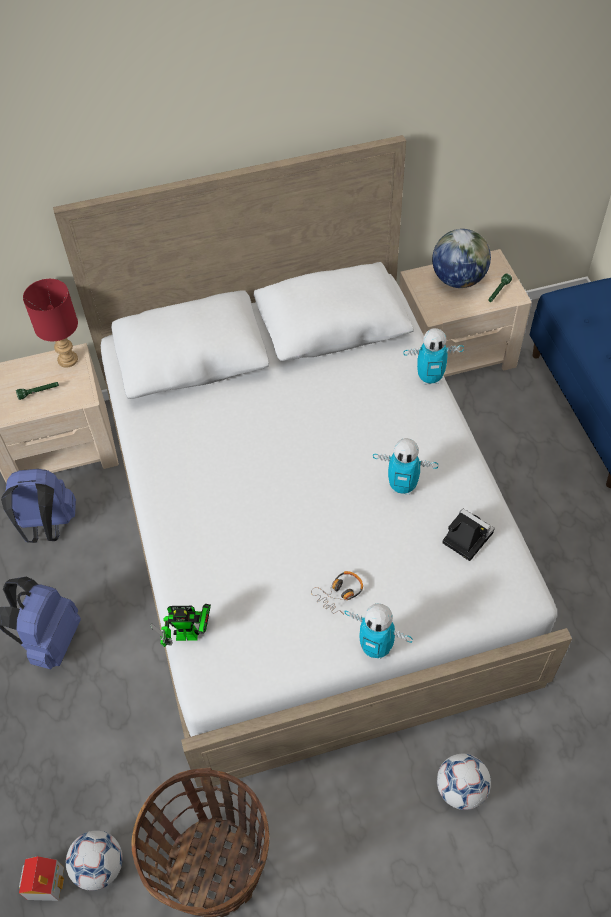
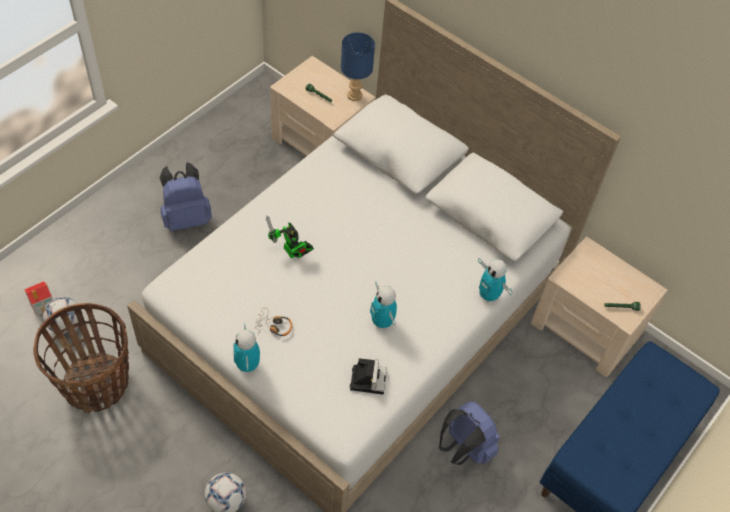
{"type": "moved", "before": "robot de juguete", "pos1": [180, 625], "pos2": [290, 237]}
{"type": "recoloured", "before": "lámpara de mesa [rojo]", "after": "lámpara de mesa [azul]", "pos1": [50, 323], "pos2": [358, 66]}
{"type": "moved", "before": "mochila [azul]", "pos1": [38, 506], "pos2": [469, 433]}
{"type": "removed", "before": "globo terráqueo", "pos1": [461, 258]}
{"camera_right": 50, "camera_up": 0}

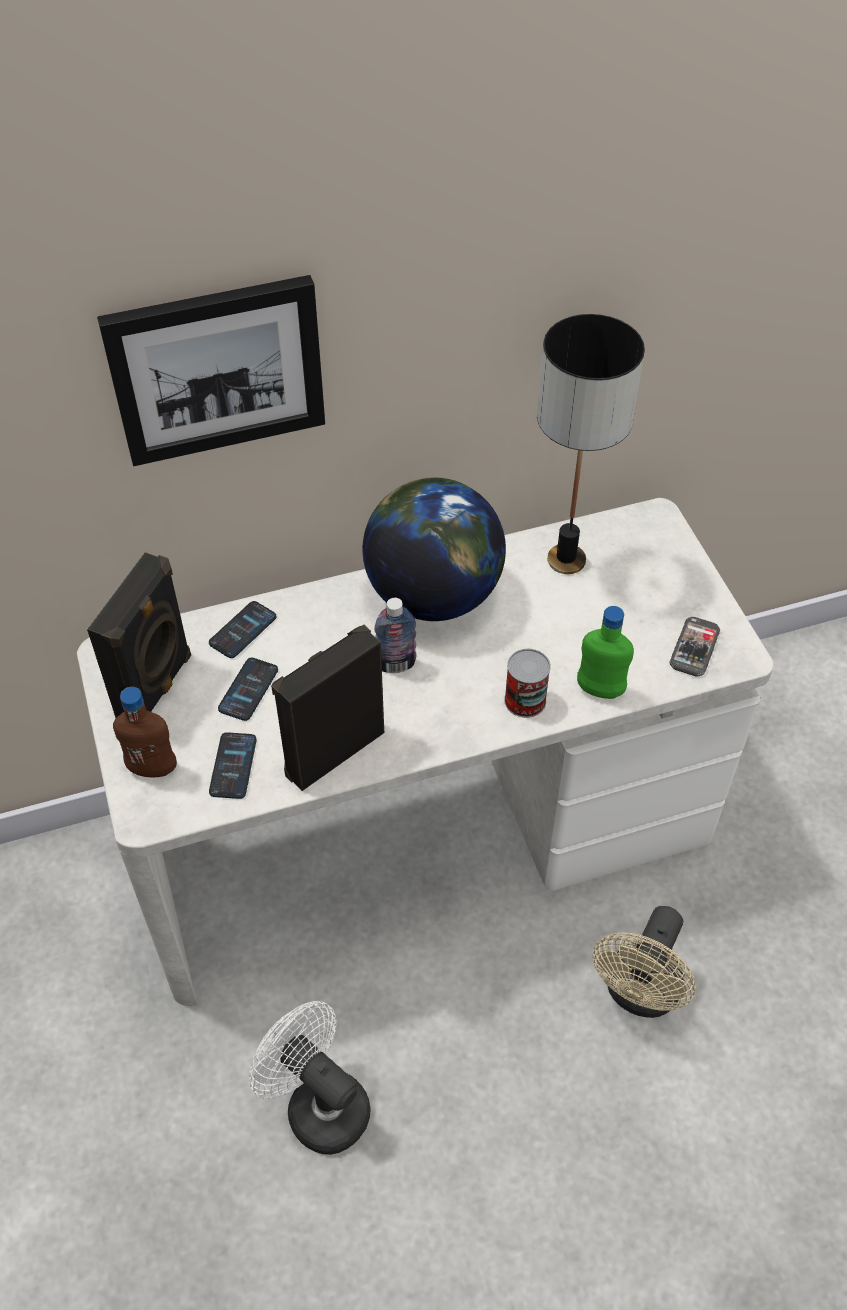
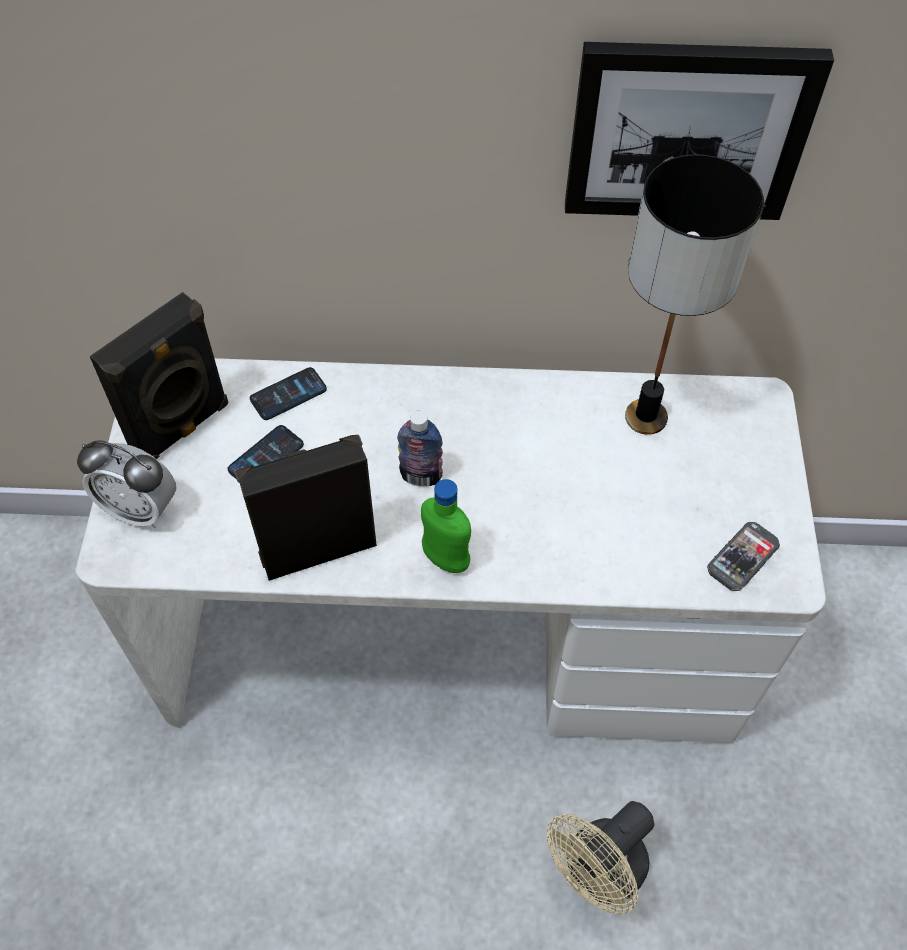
{"type": "replaced", "before": "botella [marrón]", "after": "despertador", "pos1": [145, 732], "pos2": [126, 484]}
{"type": "moved", "before": "botella [verde]", "pos1": [605, 652], "pos2": [446, 526]}
{"type": "moved", "before": "cuadro", "pos1": [211, 370], "pos2": [699, 131]}
{"type": "removed", "before": "móvil", "pos1": [233, 765]}
{"type": "removed", "before": "ventilador [blanco]", "pos1": [310, 1078]}
{"type": "removed", "before": "globo terráqueo", "pos1": [434, 549]}
{"type": "removed", "before": "lata", "pos1": [527, 683]}
{"camera_right": 20, "camera_up": 5}

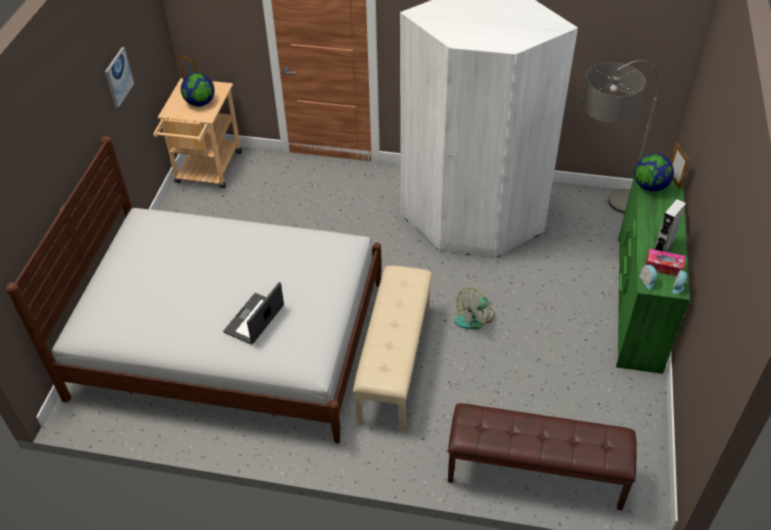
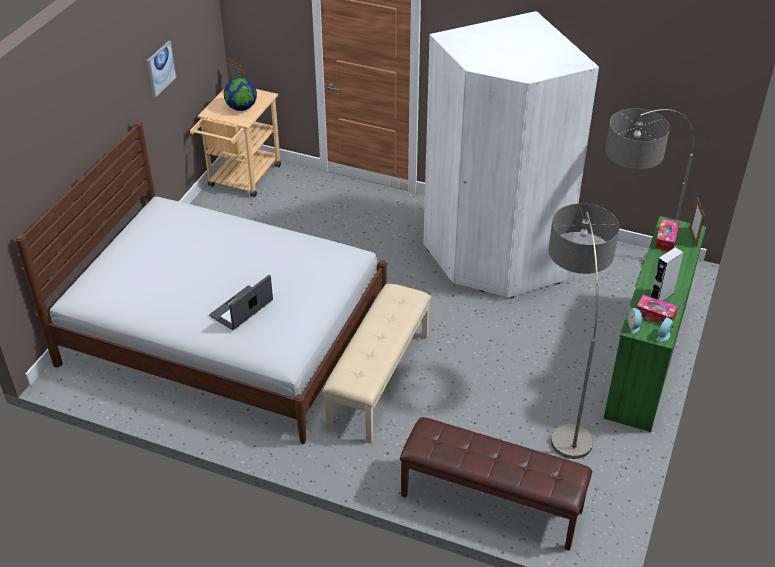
{"type": "added", "after": "lámpara de pie", "pos2": [584, 331]}
{"type": "replaced", "before": "globo terráqueo", "after": "caja de pañuelos", "pos1": [654, 172], "pos2": [667, 235]}
{"type": "removed", "before": "ventilador", "pos1": [474, 308]}
{"camera_right": 10, "camera_up": -5}

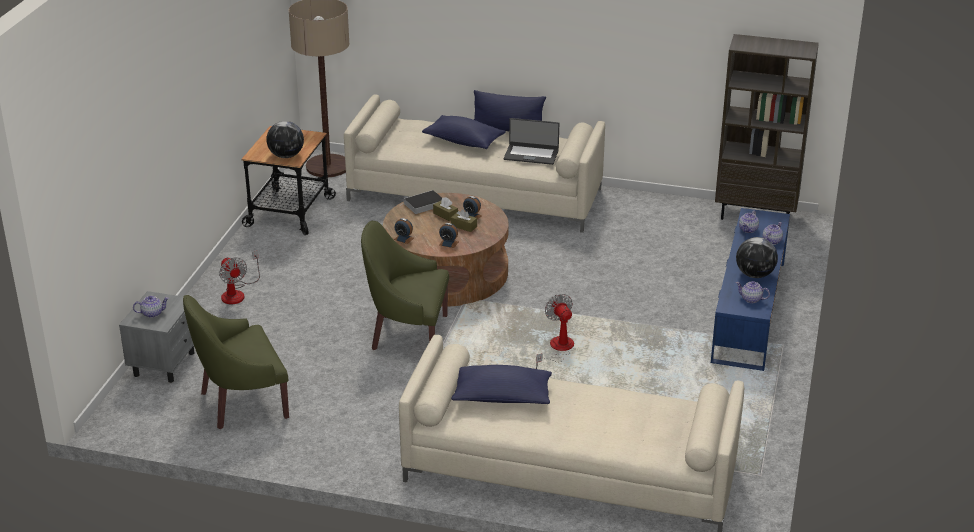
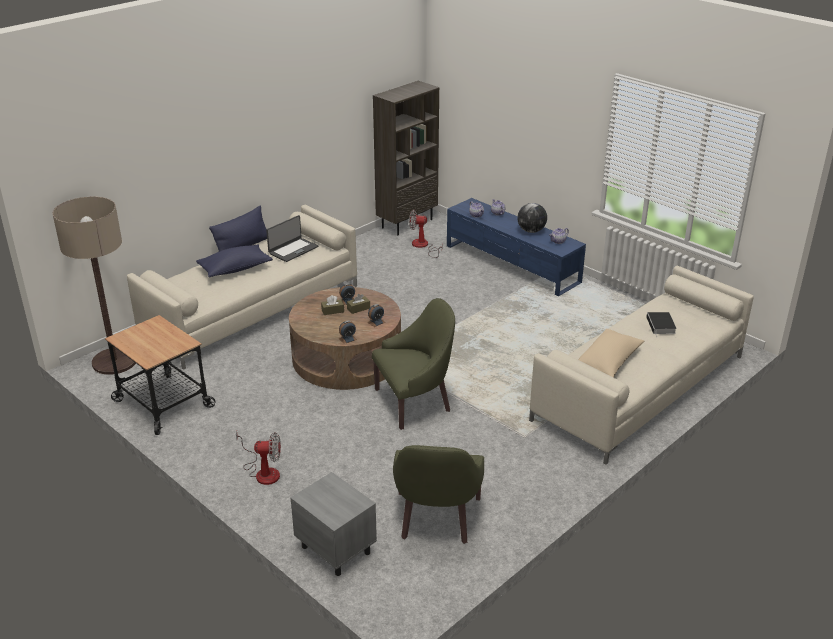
{"type": "turned", "before": "sillón [verde]", "pos1": [405, 285], "pos2": [413, 364], "turn": -150}
{"type": "moved", "before": "ventilador", "pos1": [555, 331], "pos2": [425, 234]}
{"type": "recoloured", "before": "cojín [azul]", "after": "cojín [beis]", "pos1": [501, 384], "pos2": [611, 353]}
{"type": "moved", "before": "libro", "pos1": [421, 202], "pos2": [661, 324]}
{"type": "removed", "before": "tetera", "pos1": [151, 307]}
{"type": "removed", "before": "globo terráqueo", "pos1": [285, 139]}
{"camera_right": -60, "camera_up": 0}

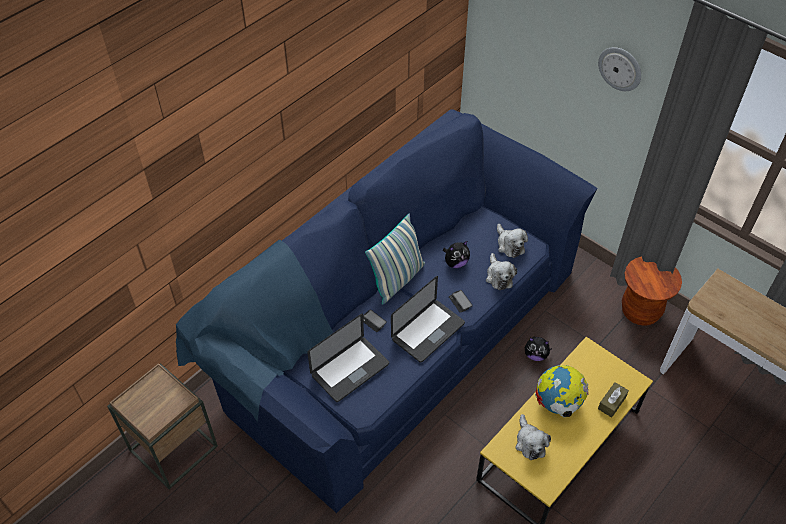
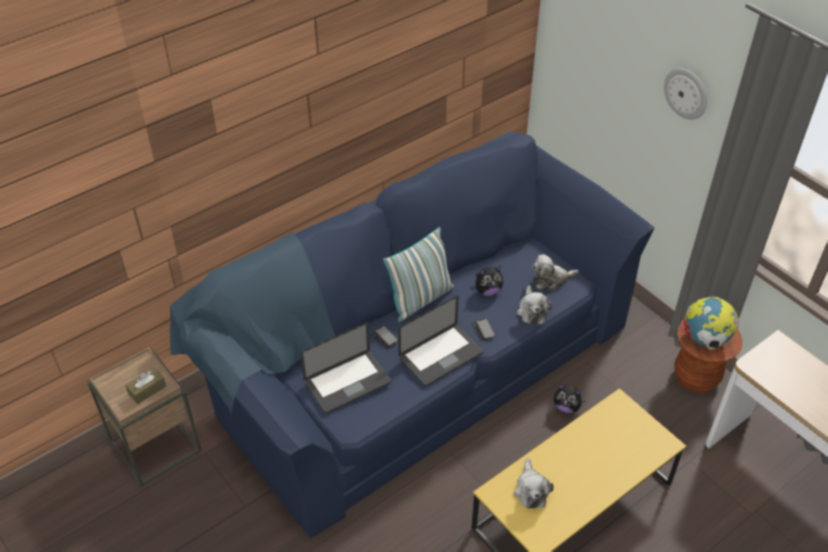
{"type": "moved", "before": "caja de pañuelos [marrón]", "pos1": [613, 400], "pos2": [145, 385]}
{"type": "turned", "before": "peluche", "pos1": [512, 241], "pos2": [555, 272], "turn": 90}
{"type": "moved", "before": "globo terráqueo", "pos1": [562, 391], "pos2": [711, 323]}
{"camera_right": 10, "camera_up": -5}

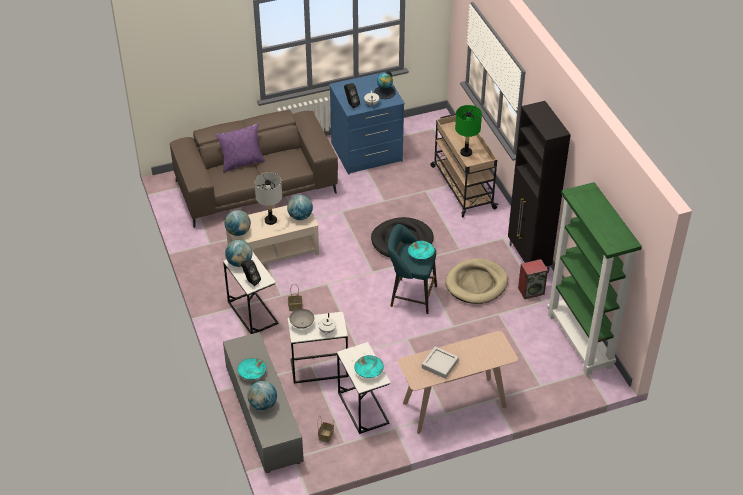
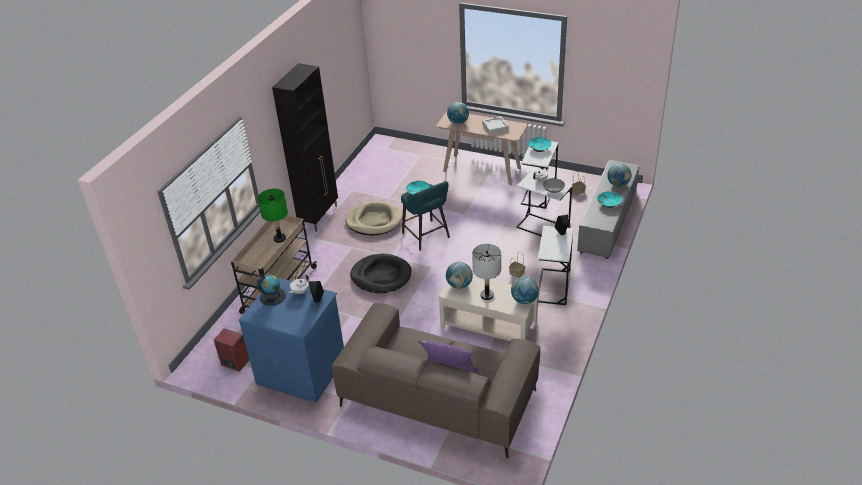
{"type": "moved", "before": "altavoz", "pos1": [533, 279], "pos2": [231, 350]}
{"type": "moved", "before": "globo terráqueo", "pos1": [238, 253], "pos2": [458, 113]}
{"type": "removed", "before": "estantería [verde]", "pos1": [594, 279]}
{"camera_right": -135, "camera_up": -5}

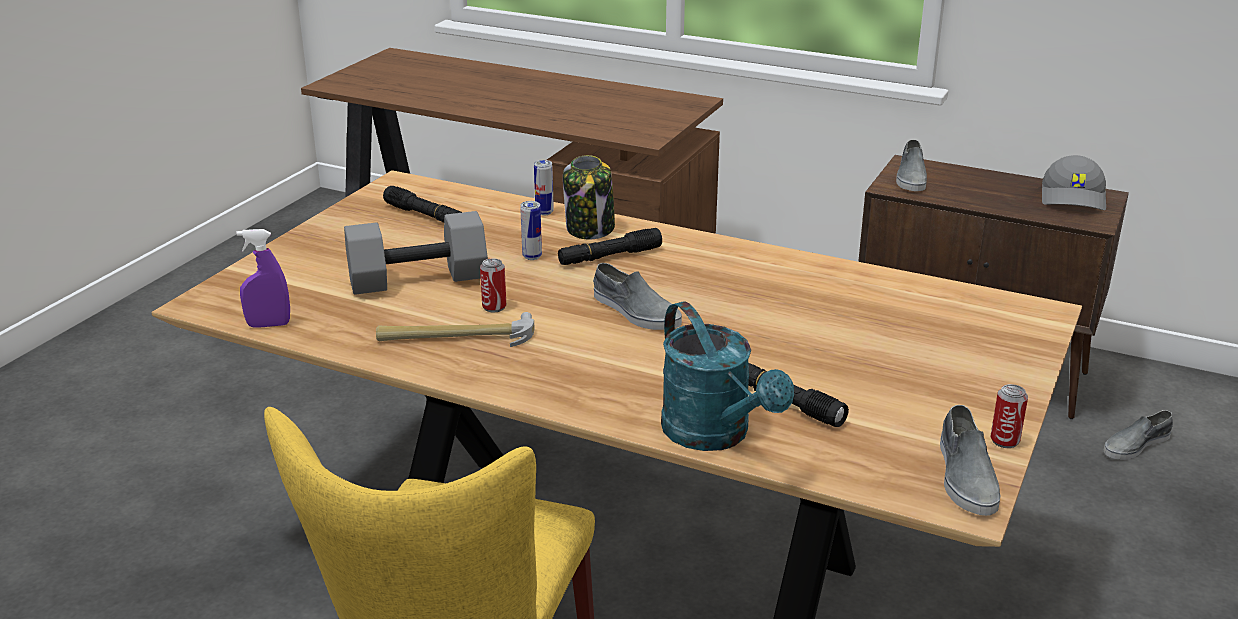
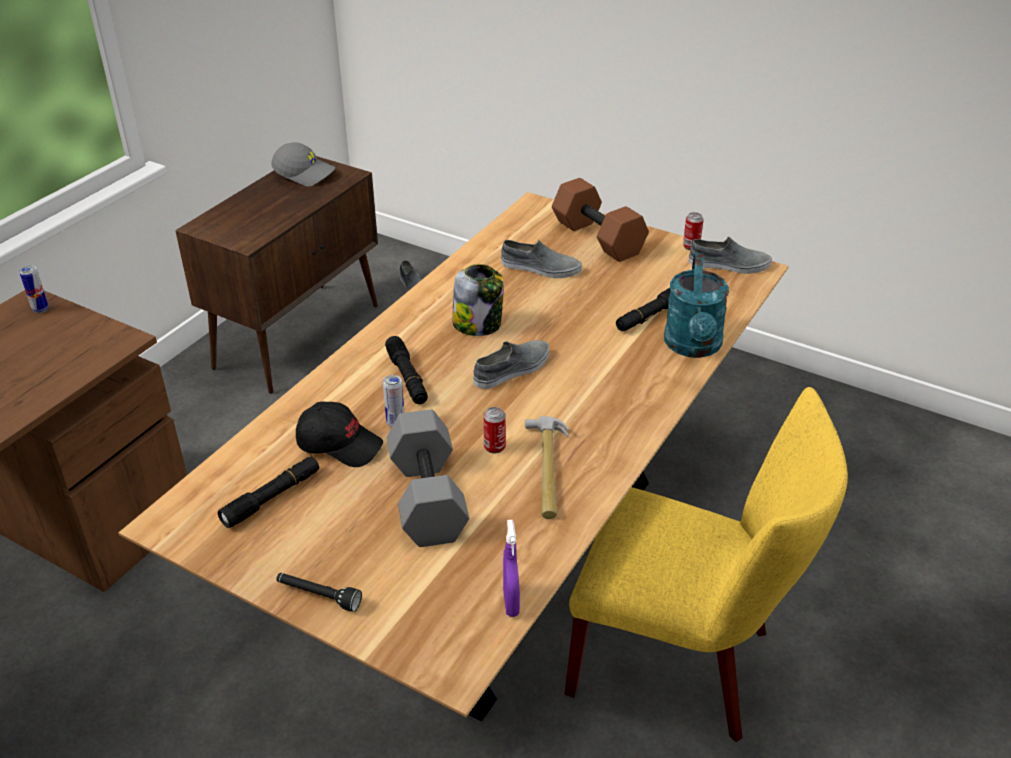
{"type": "moved", "before": "lata", "pos1": [544, 188], "pos2": [34, 289]}
{"type": "added", "after": "linterna [negro]", "pos2": [319, 592]}
{"type": "added", "after": "gorra [negro]", "pos2": [339, 434]}
{"type": "moved", "before": "tarro", "pos1": [589, 197], "pos2": [478, 300]}
{"type": "moved", "before": "zapato [gris]", "pos1": [911, 165], "pos2": [541, 259]}
{"type": "added", "after": "mancuerna [marrón]", "pos2": [600, 220]}
{"type": "turned", "before": "regadera [turquesa]", "pos1": [727, 376], "pos2": [696, 305], "turn": 120}
{"camera_right": -85, "camera_up": 10}

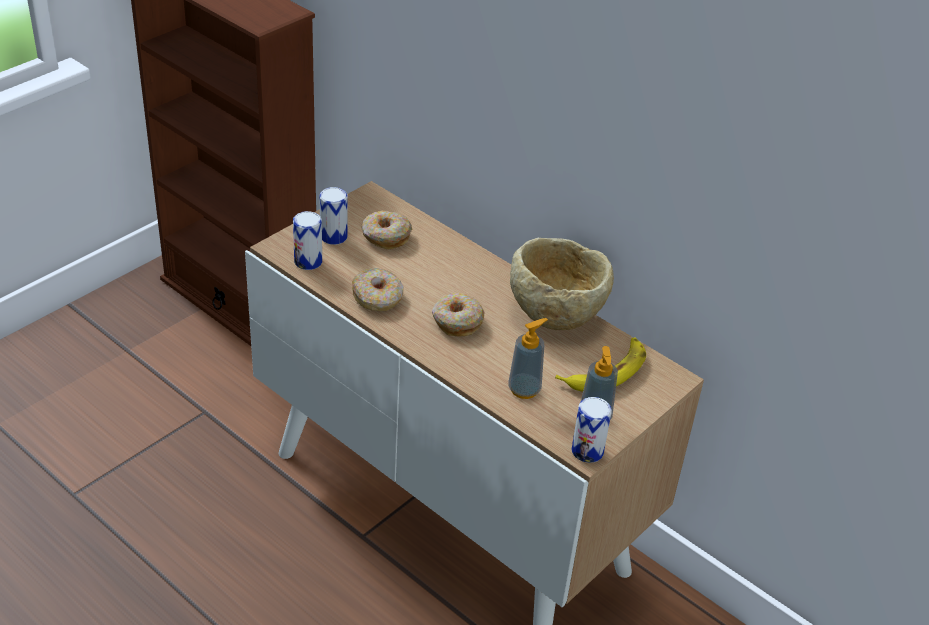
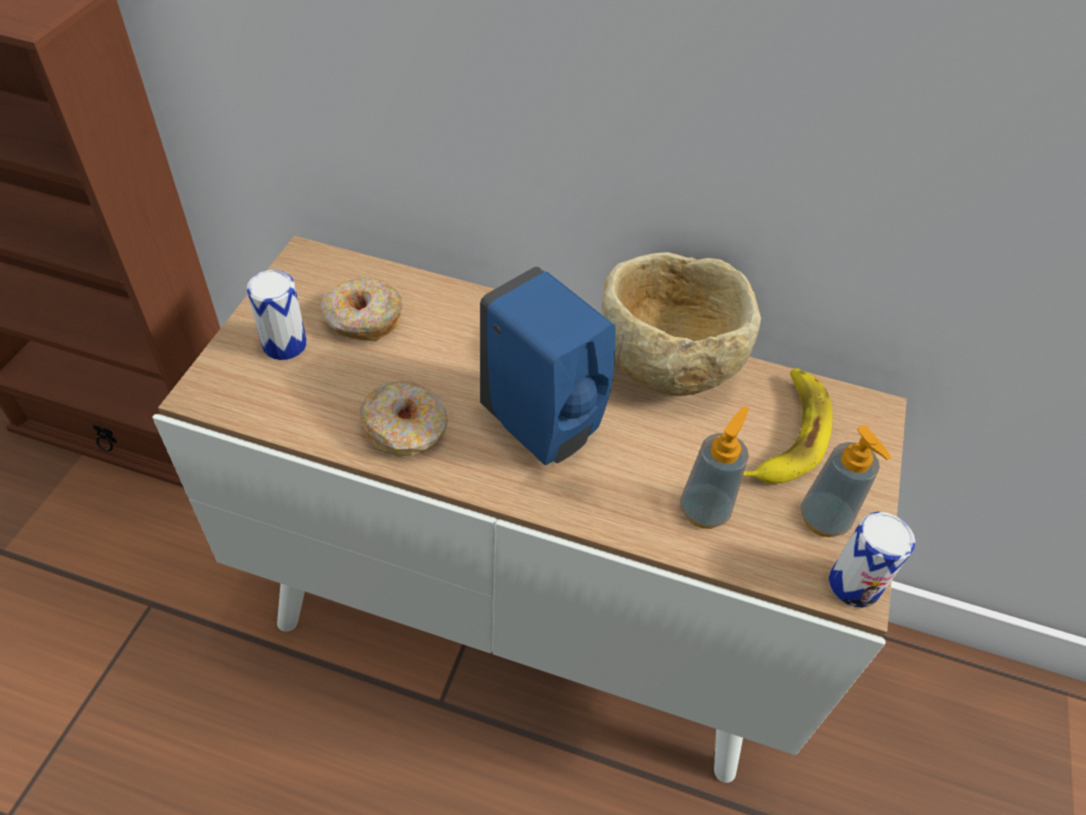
{"type": "replaced", "before": "rosquilla", "after": "dispensador de jabón [azul]", "pos1": [458, 315], "pos2": [548, 365]}
{"type": "removed", "before": "lata", "pos1": [307, 240]}
{"camera_right": -25, "camera_up": 10}

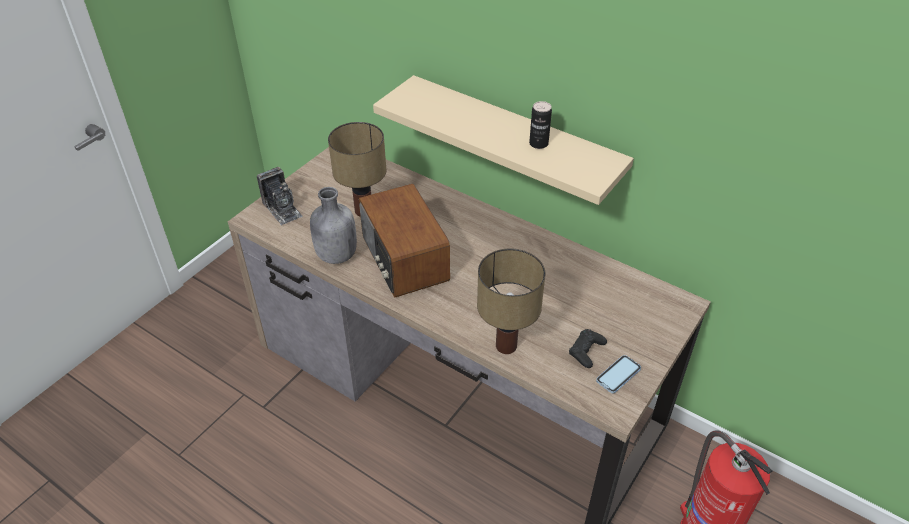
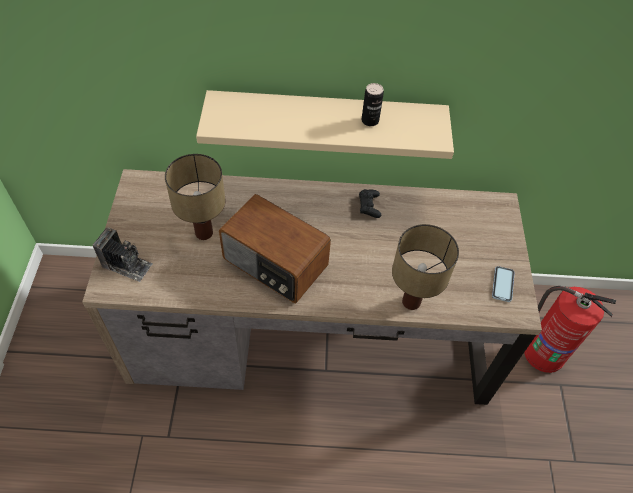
{"type": "moved", "before": "mando de consola [negro]", "pos1": [588, 348], "pos2": [370, 203]}
{"type": "removed", "before": "botella [gris]", "pos1": [333, 225]}
{"camera_right": -35, "camera_up": 10}

